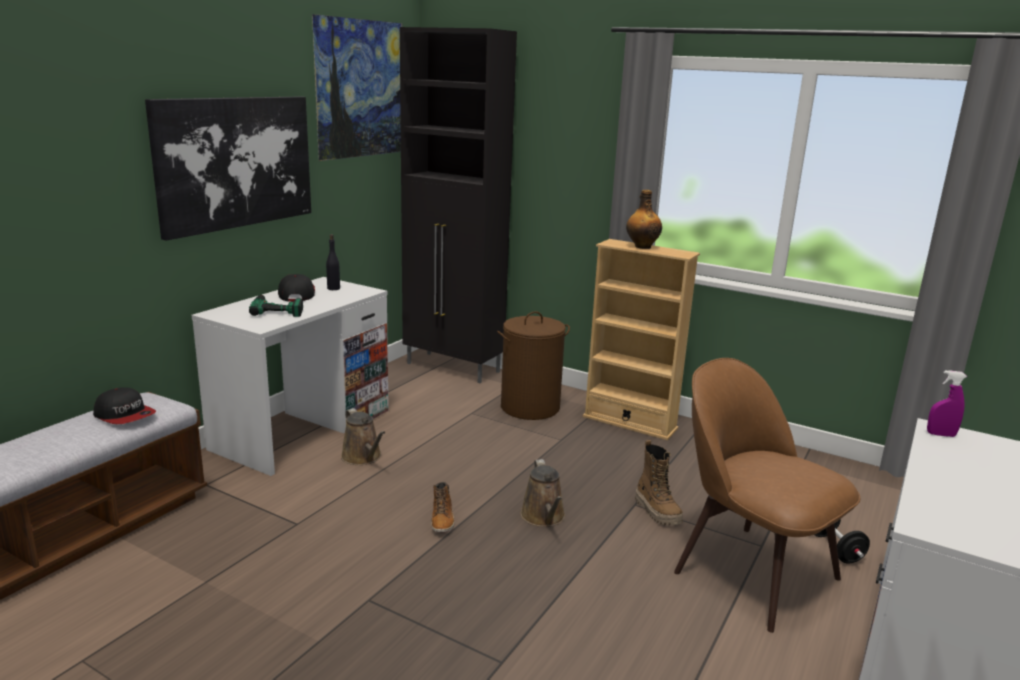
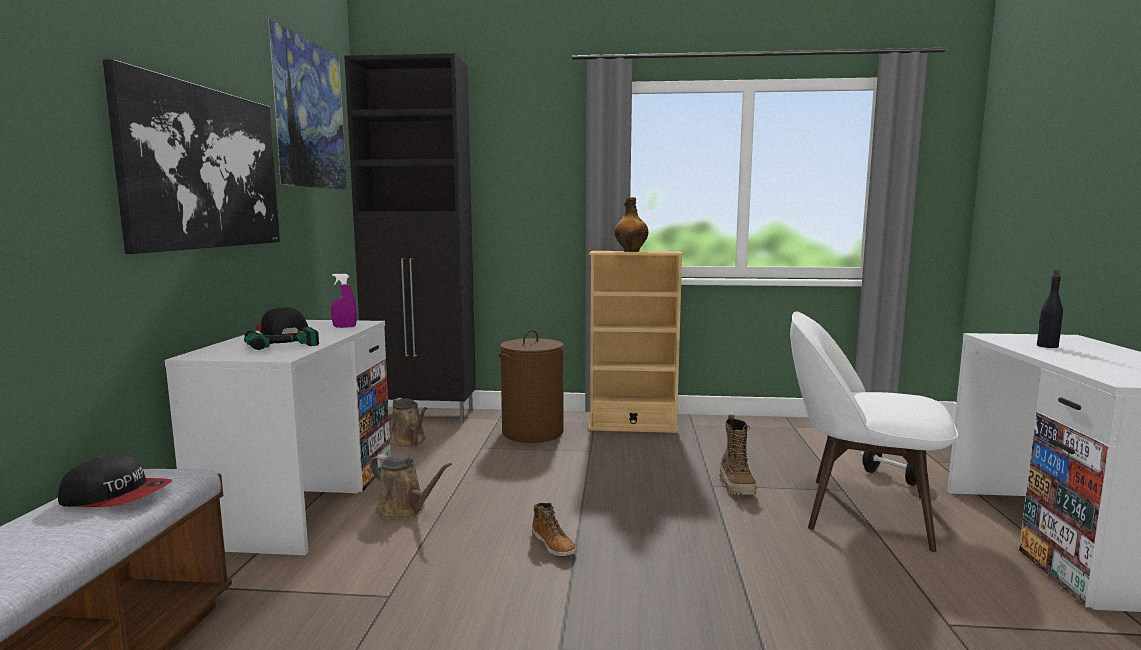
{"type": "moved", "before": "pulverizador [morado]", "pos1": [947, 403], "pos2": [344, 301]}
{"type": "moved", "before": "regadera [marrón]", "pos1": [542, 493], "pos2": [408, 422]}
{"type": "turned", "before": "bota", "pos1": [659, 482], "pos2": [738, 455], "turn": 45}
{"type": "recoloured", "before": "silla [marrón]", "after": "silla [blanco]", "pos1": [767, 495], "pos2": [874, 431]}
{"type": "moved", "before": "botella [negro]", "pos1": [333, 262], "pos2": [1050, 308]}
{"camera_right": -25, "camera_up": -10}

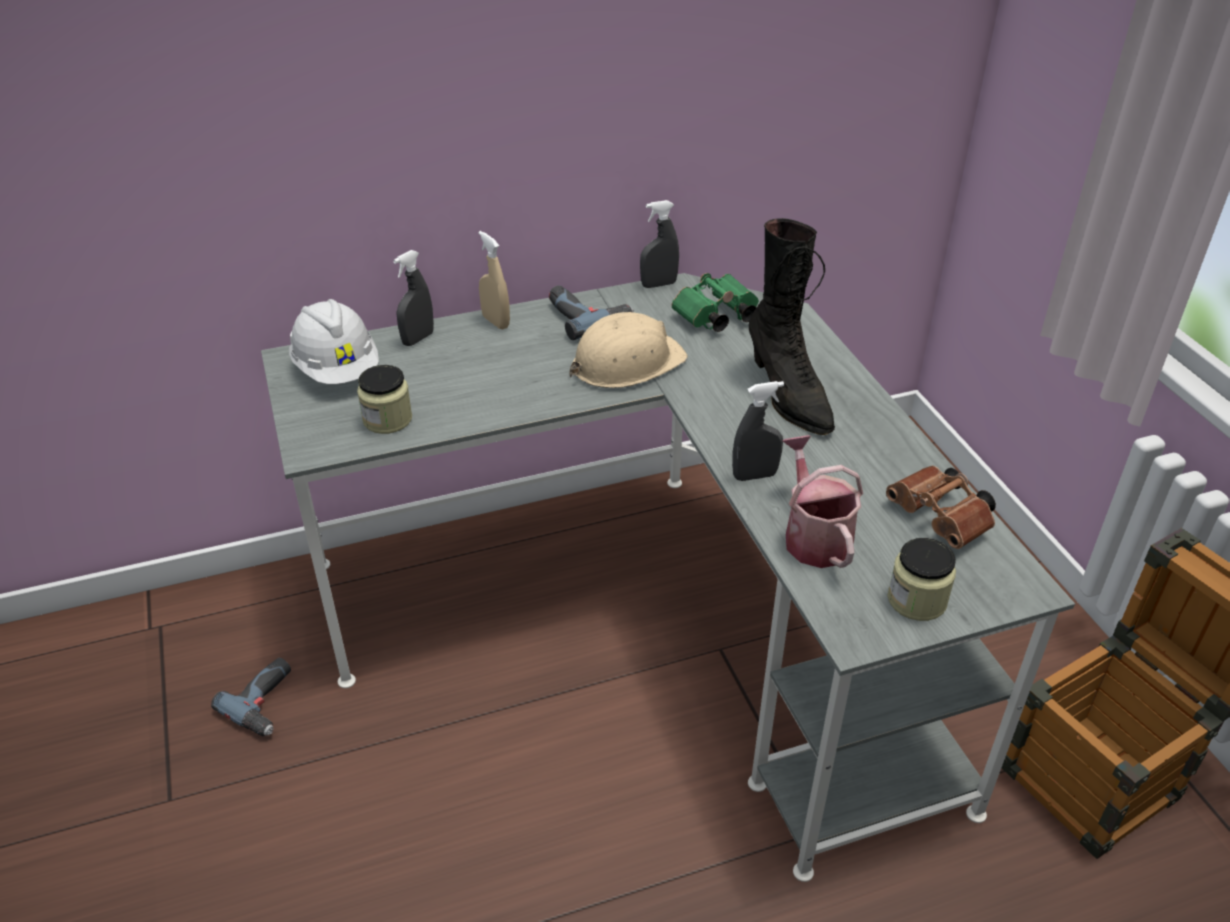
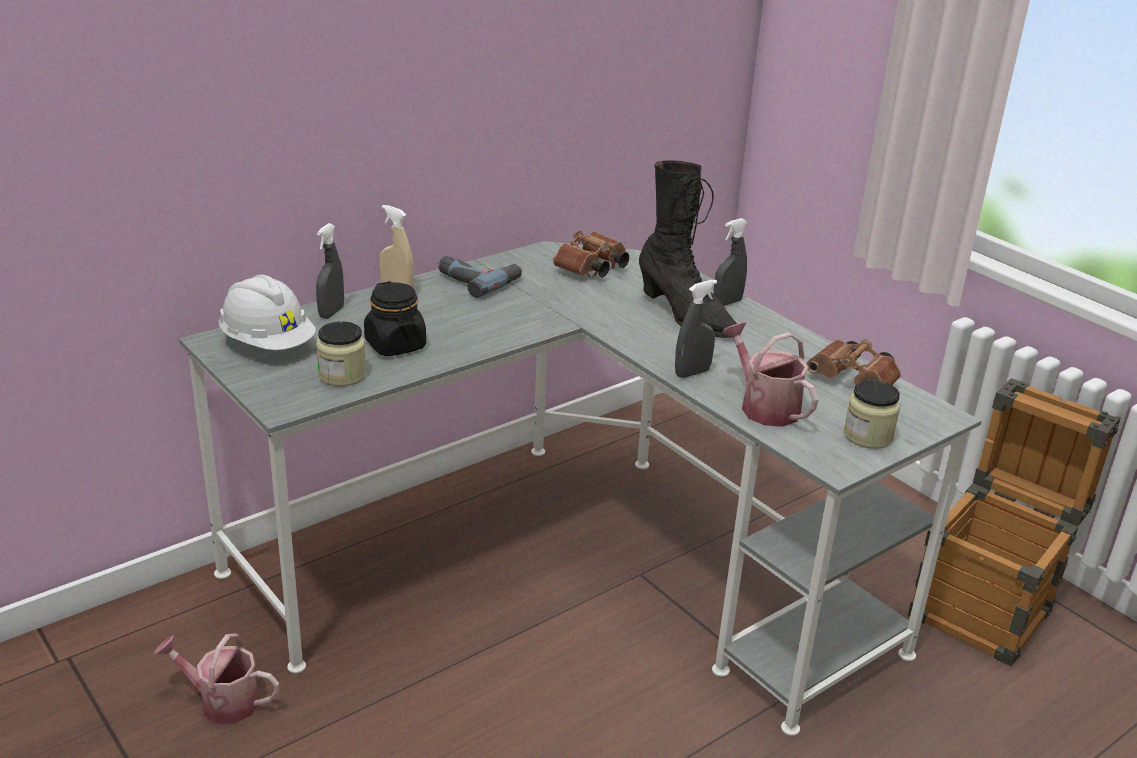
{"type": "replaced", "before": "taladro", "after": "regadera", "pos1": [251, 697], "pos2": [216, 678]}
{"type": "added", "after": "tarro [negro]", "pos2": [395, 318]}
{"type": "recoloured", "before": "prismáticos [verde]", "after": "prismáticos [marrón]", "pos1": [715, 302], "pos2": [591, 254]}
{"type": "moved", "before": "pulverizador [gris]", "pos1": [659, 244], "pos2": [730, 262]}
{"type": "removed", "before": "casco [beis]", "pos1": [628, 350]}
{"camera_right": -20, "camera_up": -10}

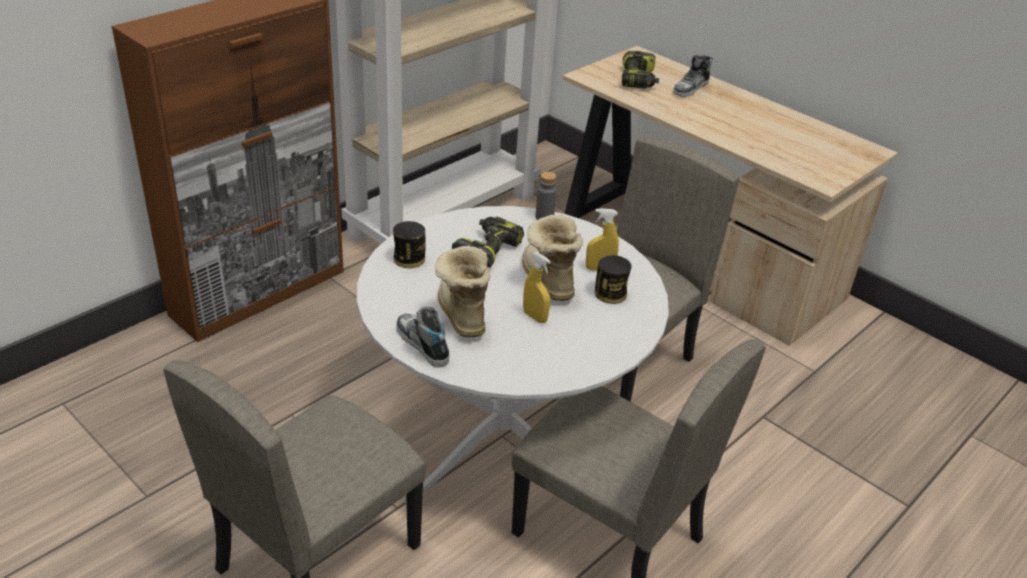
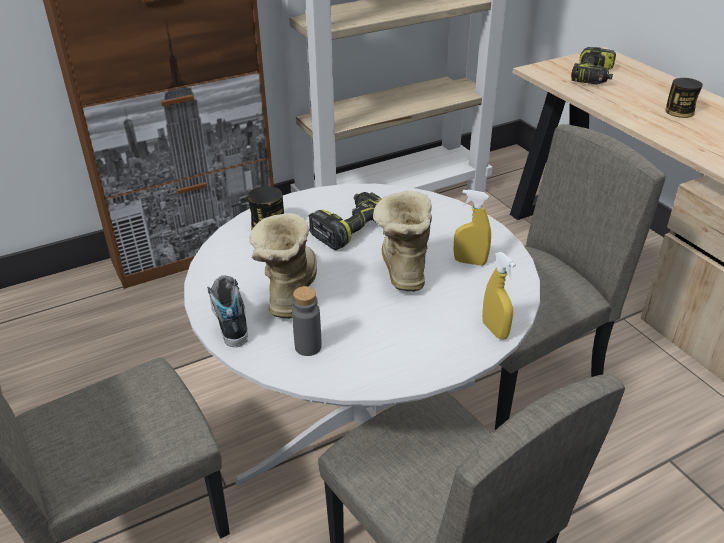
{"type": "moved", "before": "botella [gris]", "pos1": [546, 196], "pos2": [307, 321]}
{"type": "moved", "before": "pulverizador [amarillo]", "pos1": [537, 287], "pos2": [499, 296]}
{"type": "moved", "before": "lata", "pos1": [613, 279], "pos2": [684, 98]}
{"type": "removed", "before": "zapato", "pos1": [693, 76]}
{"camera_right": 20, "camera_up": 0}

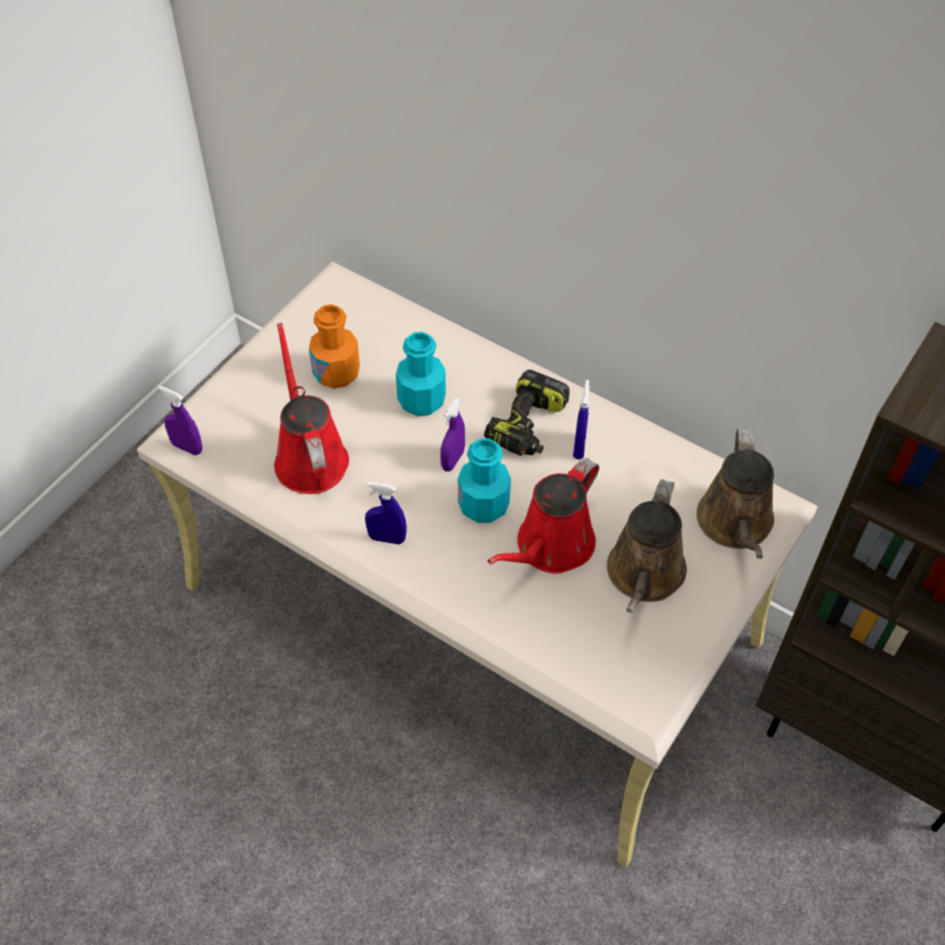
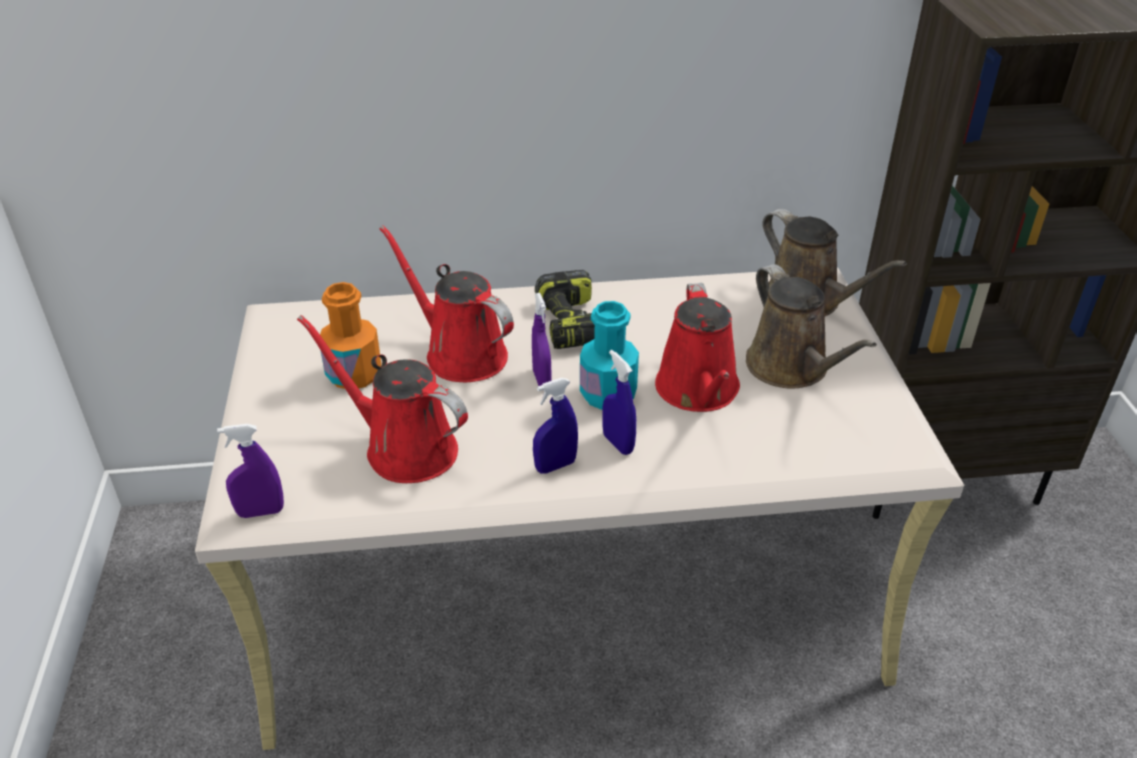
{"type": "replaced", "before": "botella [turquesa]", "after": "regadera [rojo]", "pos1": [421, 374], "pos2": [446, 303]}
{"type": "moved", "before": "pulverizador [azul]", "pos1": [581, 420], "pos2": [619, 402]}
{"camera_right": -40, "camera_up": -15}

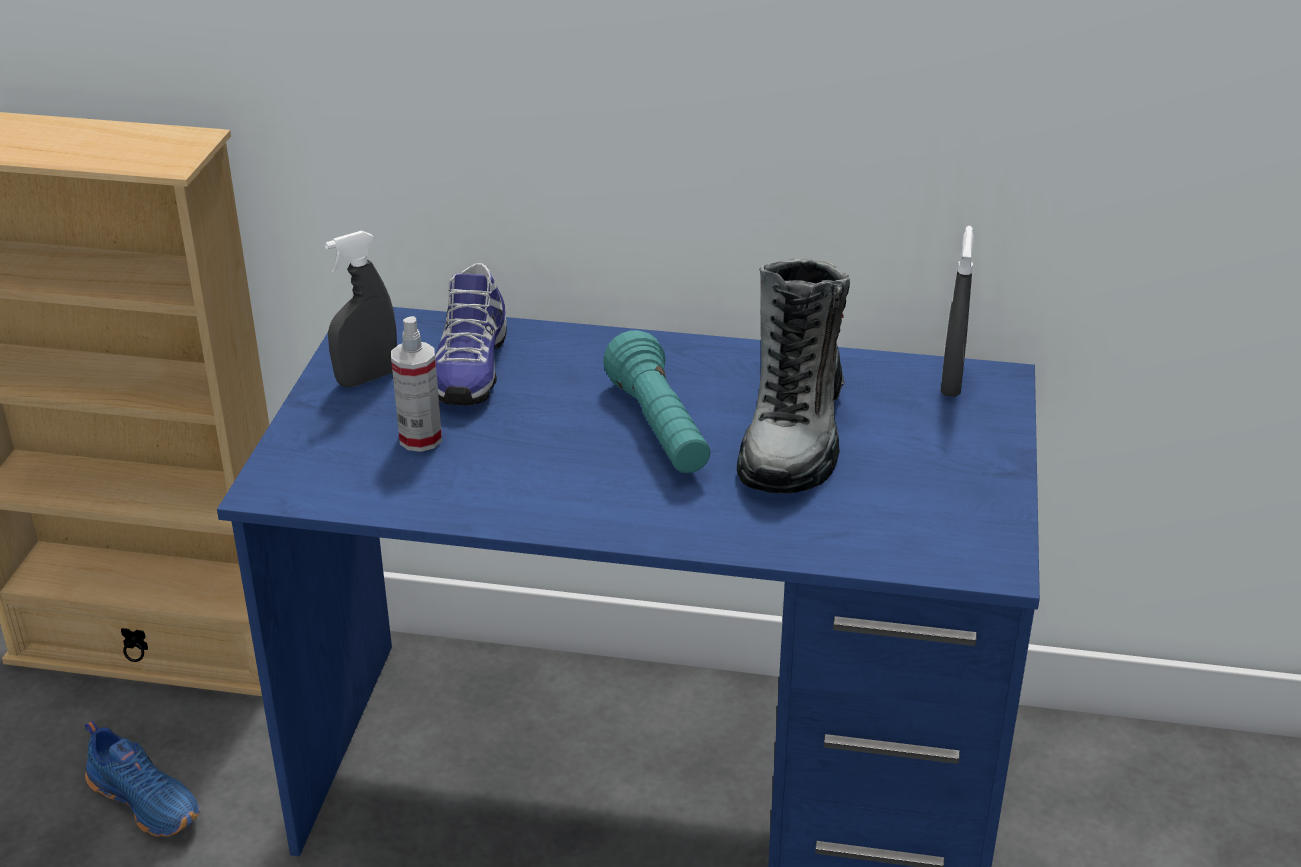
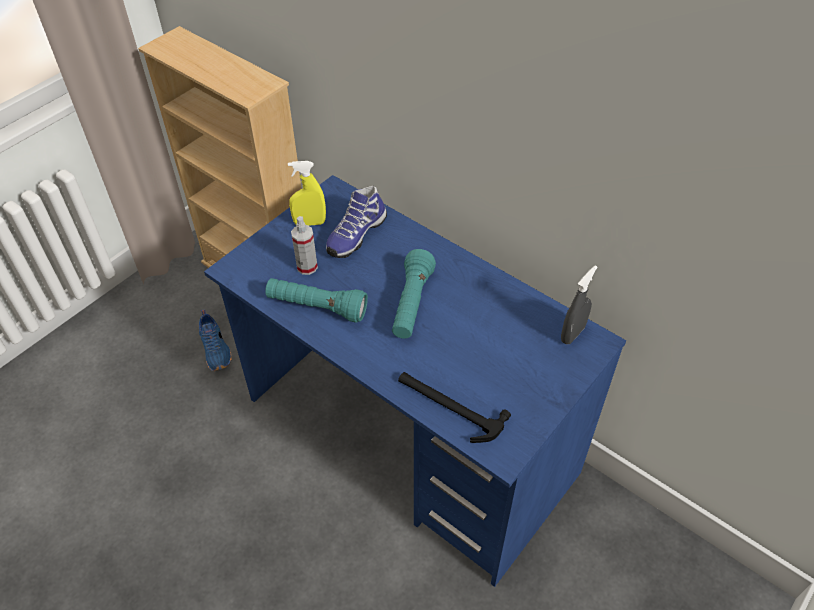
{"type": "added", "after": "linterna [turquesa]", "pos2": [316, 300]}
{"type": "recoloured", "before": "pulverizador [gris]", "after": "pulverizador [amarillo]", "pos1": [361, 309], "pos2": [307, 193]}
{"type": "added", "after": "martillo", "pos2": [454, 407]}
{"type": "removed", "before": "bota", "pos1": [793, 375]}
{"camera_right": 30, "camera_up": 15}

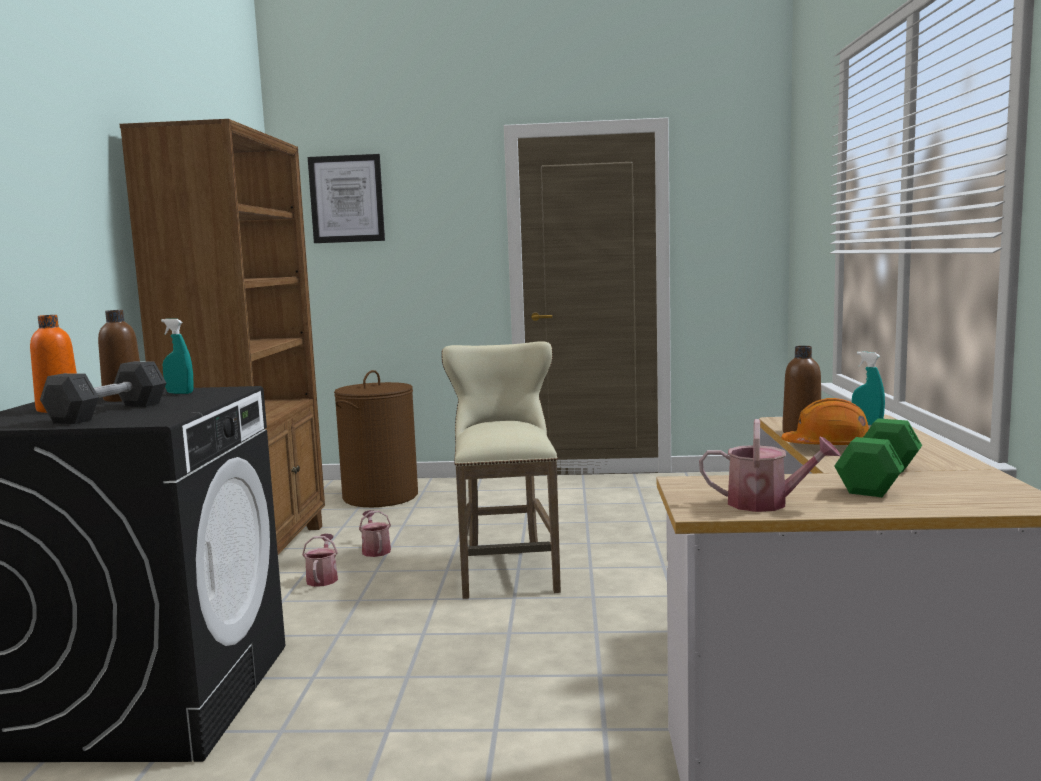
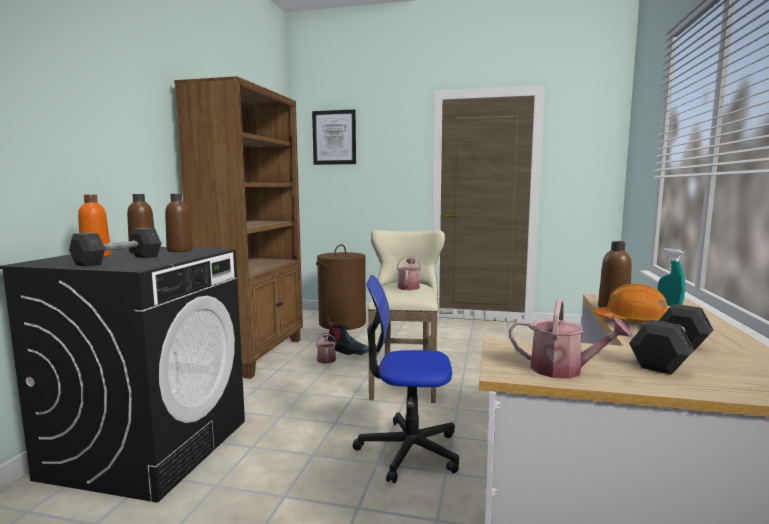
{"type": "replaced", "before": "pulverizador [turquesa]", "after": "botella [marrón]", "pos1": [177, 356], "pos2": [179, 223]}
{"type": "added", "after": "bota", "pos2": [347, 336]}
{"type": "added", "after": "silla de oficina", "pos2": [406, 379]}
{"type": "moved", "before": "regadera", "pos1": [320, 560], "pos2": [409, 273]}
{"type": "recoloured", "before": "mancuerna [verde]", "after": "mancuerna [gris]", "pos1": [878, 457], "pos2": [671, 339]}
{"camera_right": 10, "camera_up": 0}

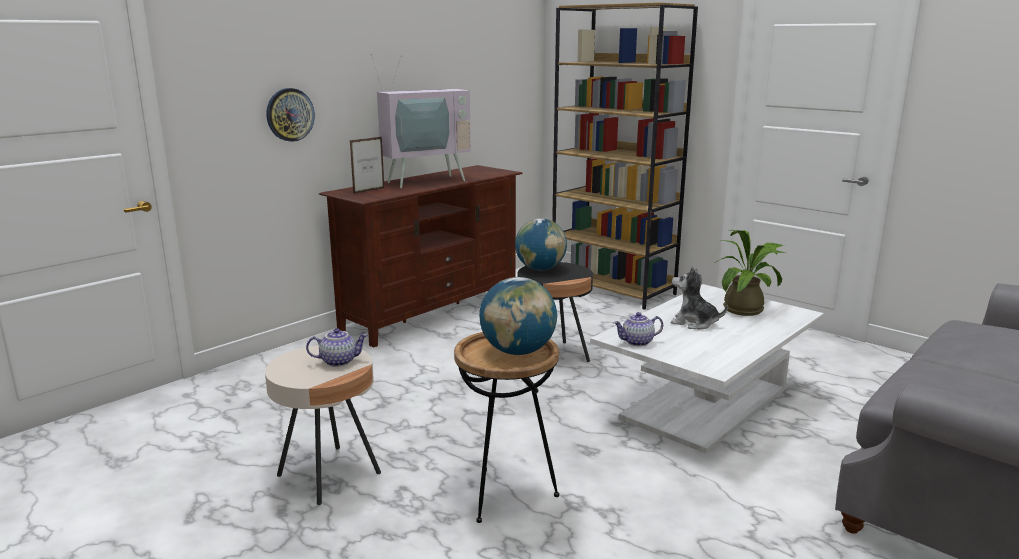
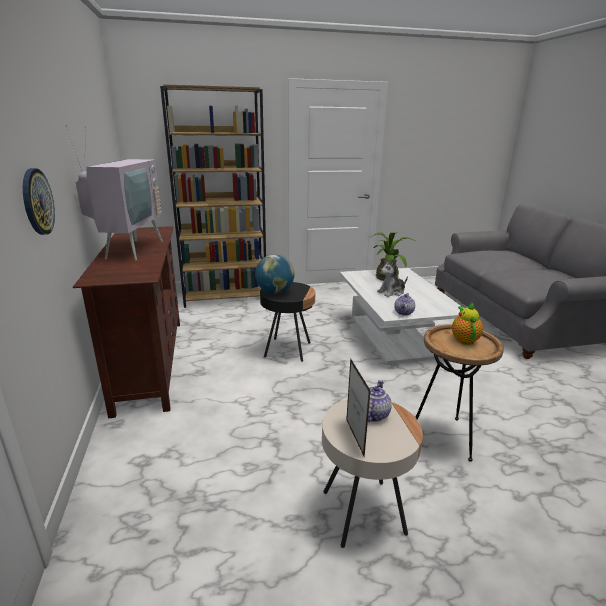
{"type": "moved", "before": "portarretratos", "pos1": [367, 165], "pos2": [358, 407]}
{"type": "replaced", "before": "globo terráqueo", "after": "tetera", "pos1": [518, 316], "pos2": [467, 324]}
{"camera_right": -55, "camera_up": 5}

